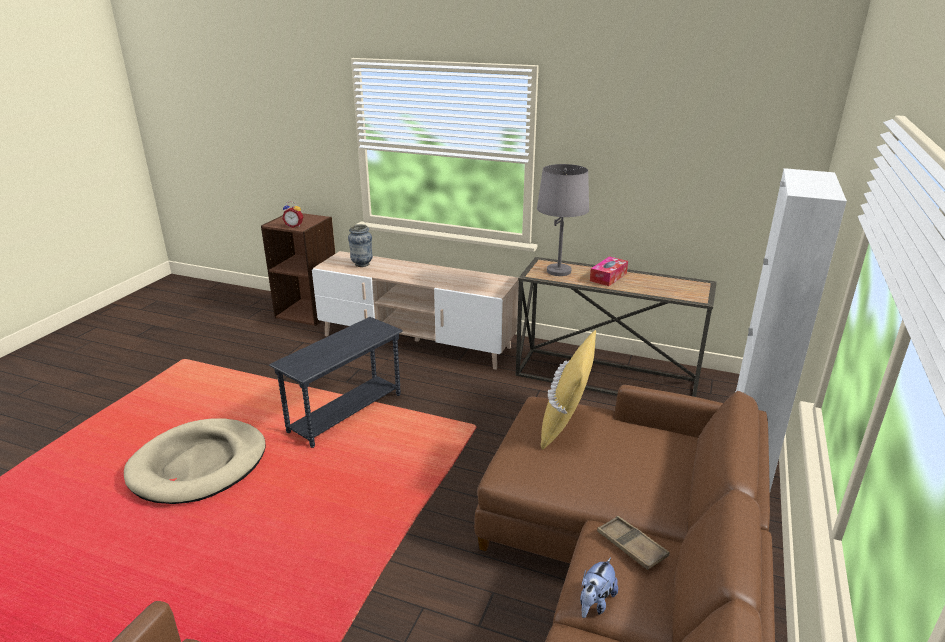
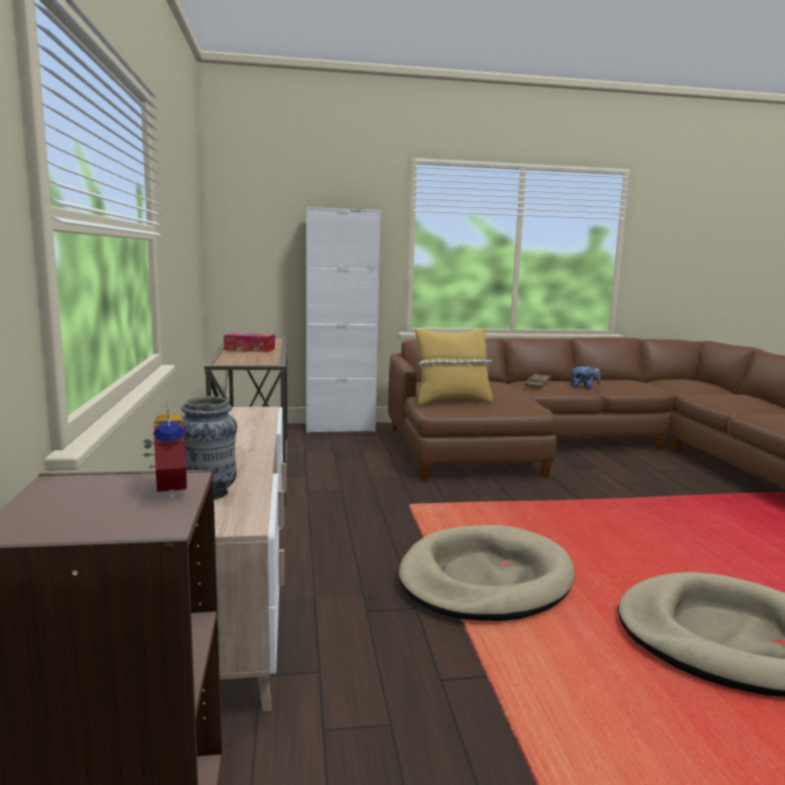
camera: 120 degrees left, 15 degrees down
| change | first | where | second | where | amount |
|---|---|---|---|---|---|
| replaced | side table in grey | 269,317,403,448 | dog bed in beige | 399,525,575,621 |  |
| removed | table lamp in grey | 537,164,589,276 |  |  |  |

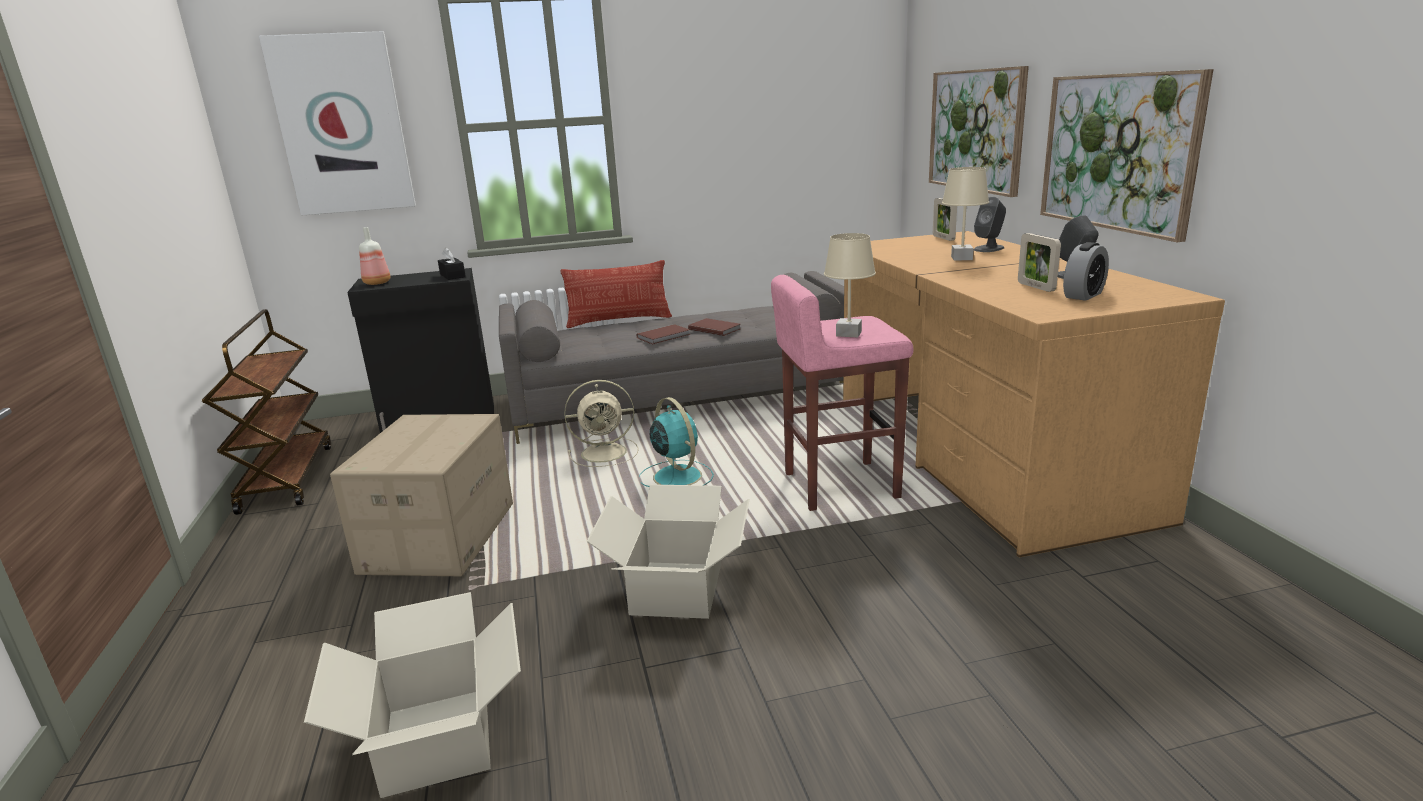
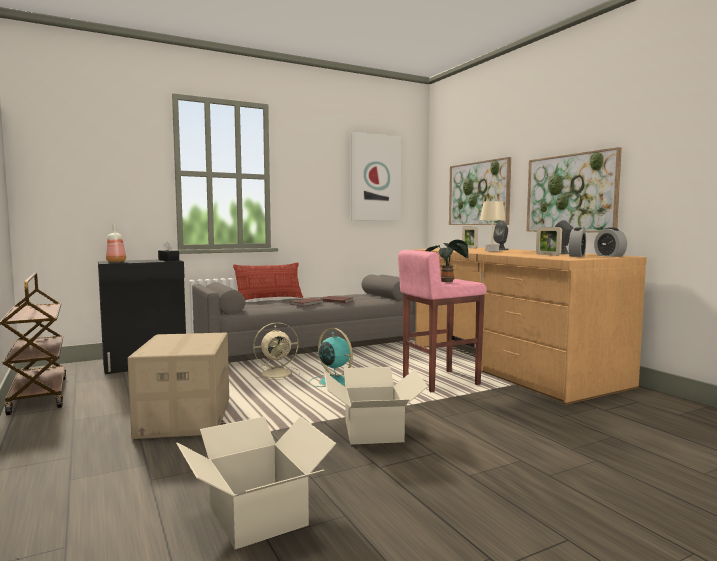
camera: 15 degrees left, 15 degrees down
| change | first | where | second | where | amount |
|---|---|---|---|---|---|
| moved | picture | 259,31,416,216 |  | 350,132,401,221 |  |
| replaced | table lamp in beige | 824,233,876,338 | potted plant | 425,240,468,282 |  |
| added |  |  | alarm clock | 594,227,627,257 |  |

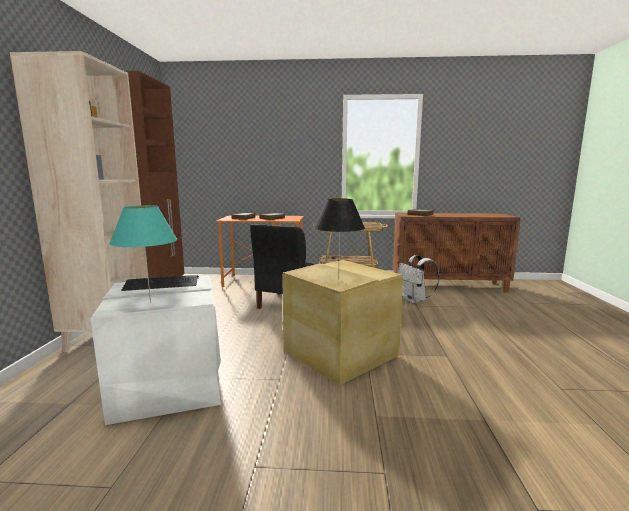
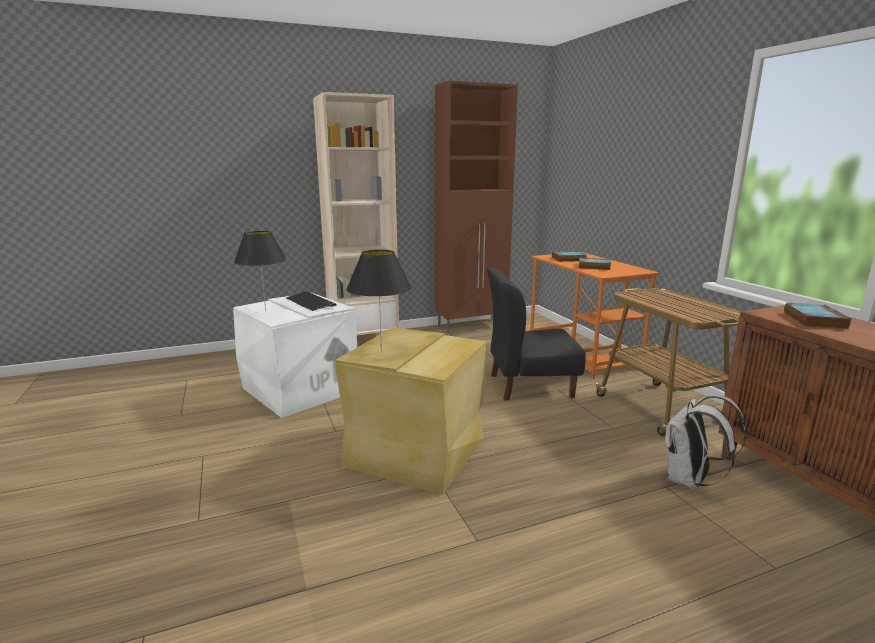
camera: 65 degrees right, 5 degrees up
| change | first | where | second | where | amount |
|---|---|---|---|---|---|
| recoloured | table lamp in turquoise | 109,205,177,303 | table lamp in black | 234,231,287,310 |  |

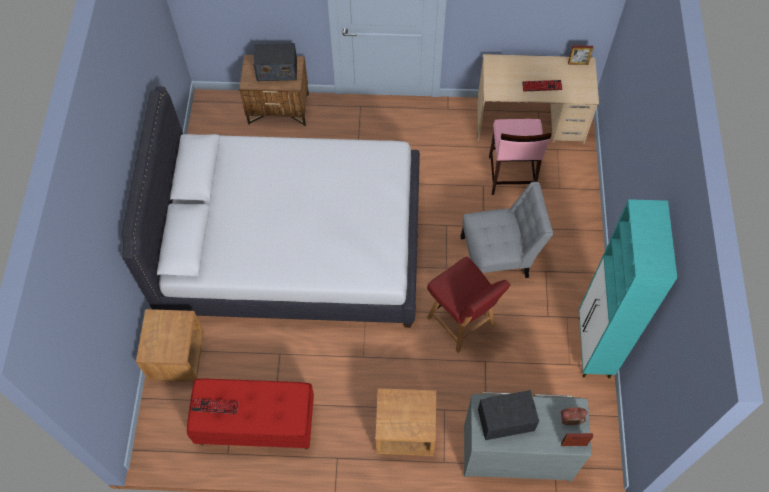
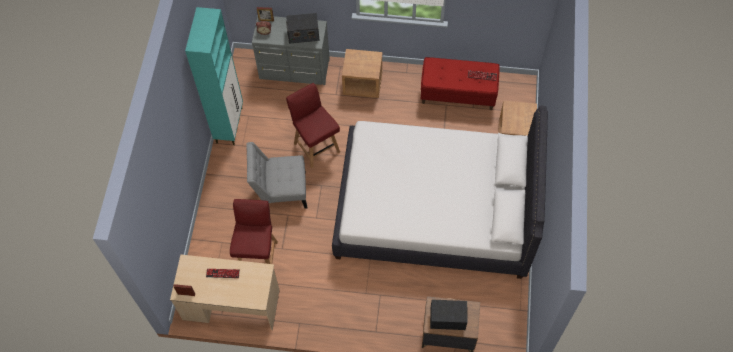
camera: 175 degrees left, 0 degrees up
| change | first | where | second | where | amount |
|---|---|---|---|---|---|
| replaced | stool in pink | 489,119,551,195 | chair in red | 230,199,278,264 |  |

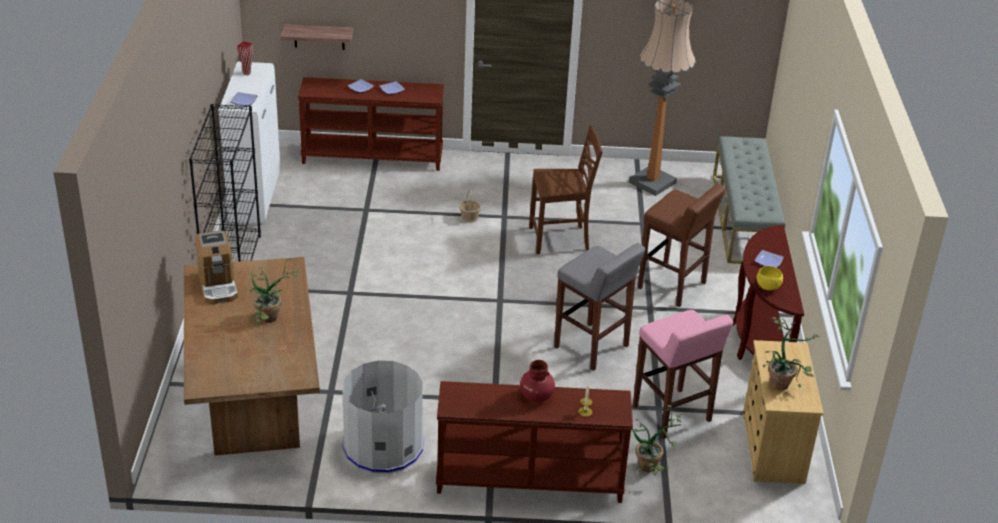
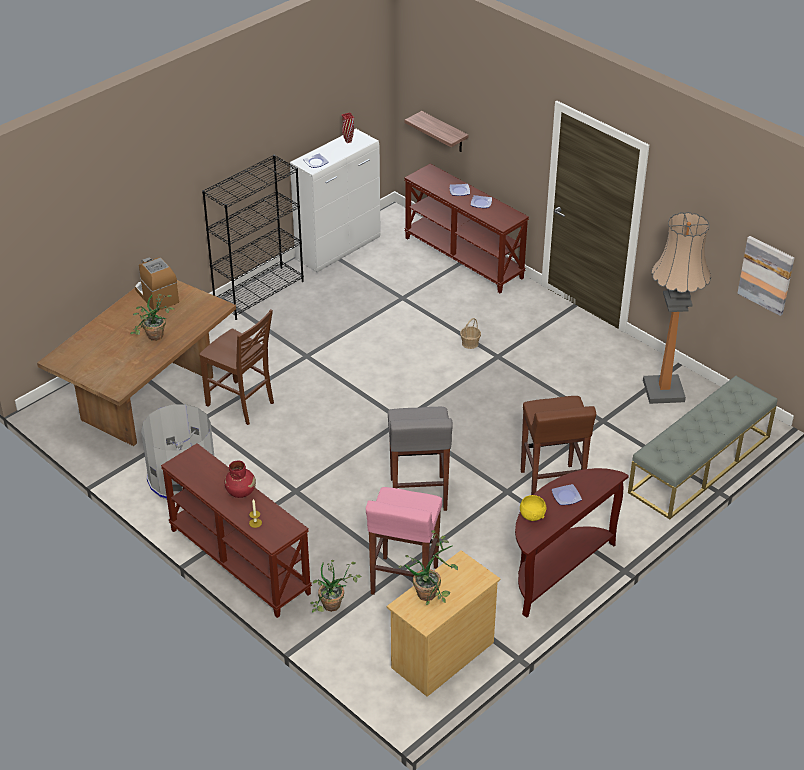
camera: 45 degrees right, 5 degrees up
| change | first | where | second | where | amount |
|---|---|---|---|---|---|
| turned | coffee machine | 195,230,238,304 |  | 135,257,179,310 | 120 degrees clockwise |
| moved | chair in brown | 529,125,603,254 |  | 199,309,274,425 |  |
| added |  |  | picture | 737,236,794,316 |  |

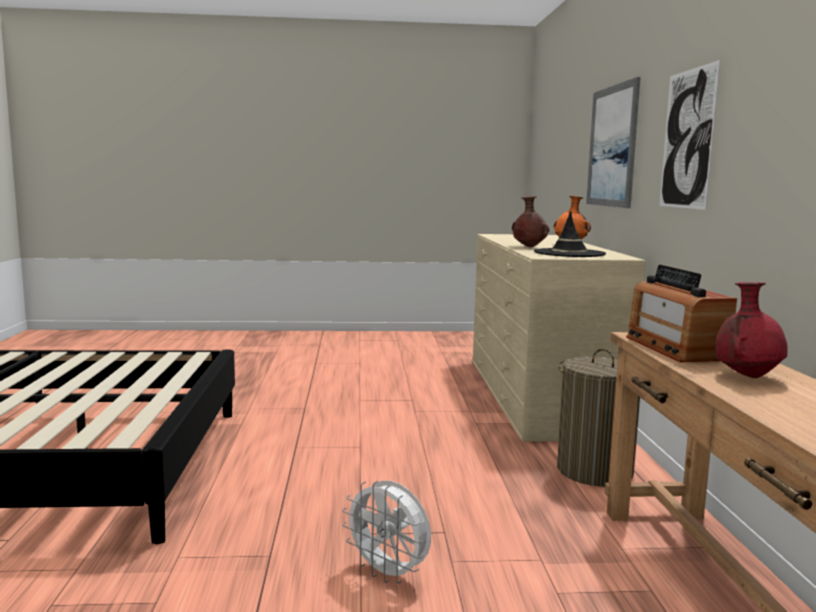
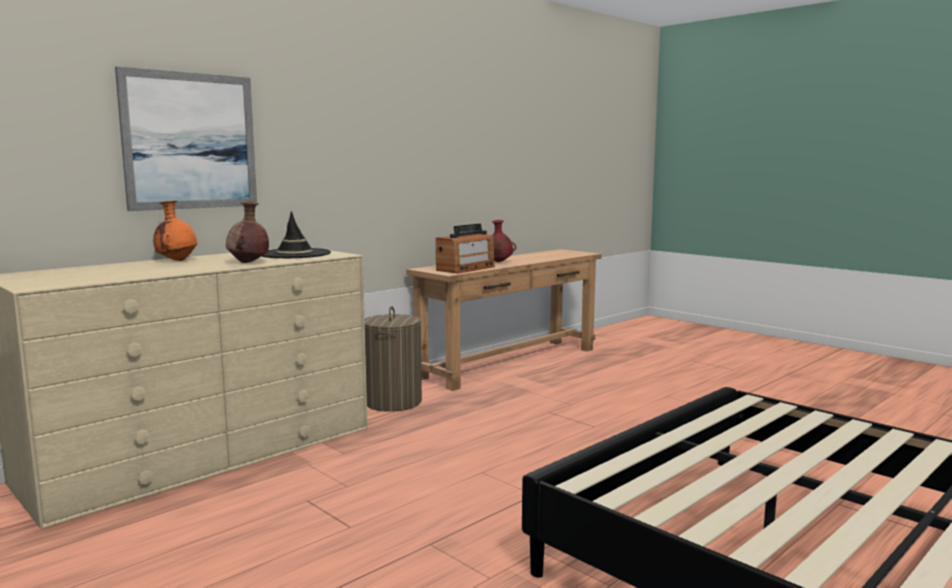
camera: 130 degrees left, 0 degrees up
| change | first | where | second | where | amount |
|---|---|---|---|---|---|
| removed | fan in white | 342,480,431,584 |  |  |  |
| removed | picture | 660,60,720,210 |  |  |  |

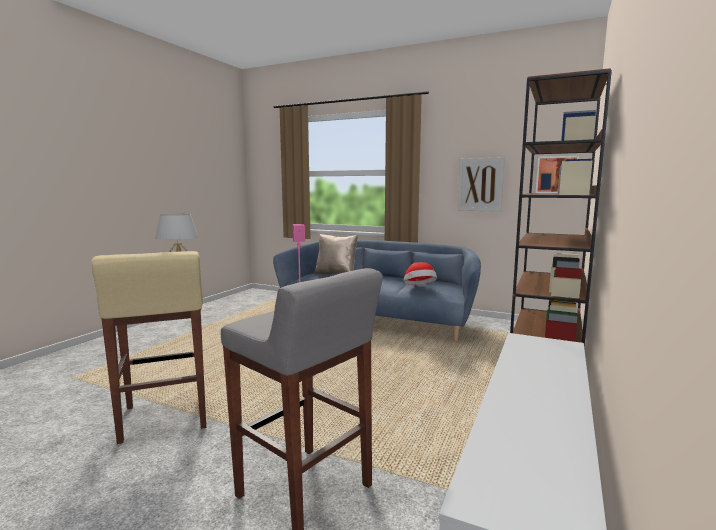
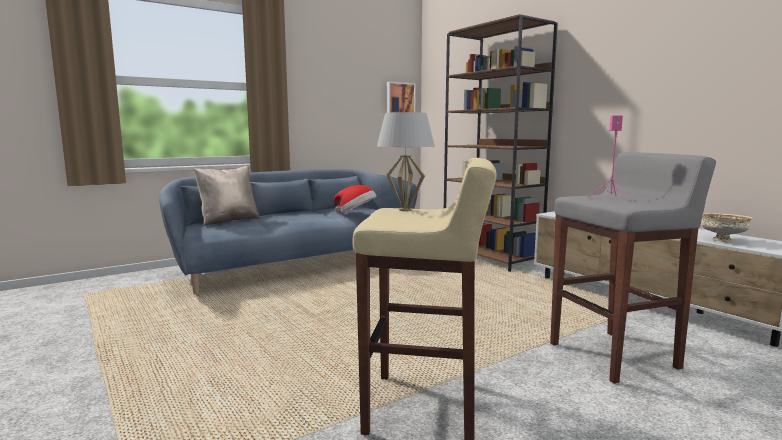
camera: 60 degrees left, 0 degrees up
| change | first | where | second | where | amount |
|---|---|---|---|---|---|
| removed | picture | 458,157,505,212 |  |  |  |
| added |  |  | bowl in beige | 701,213,753,242 |  |

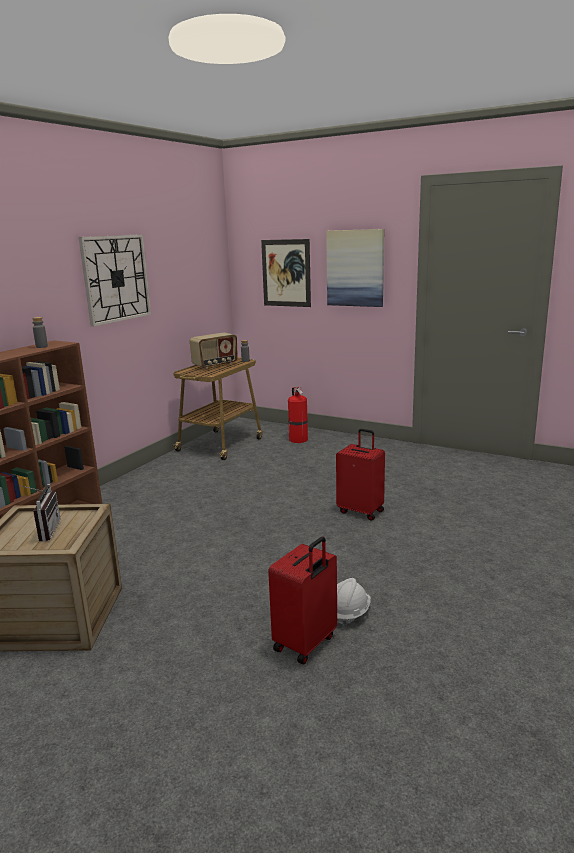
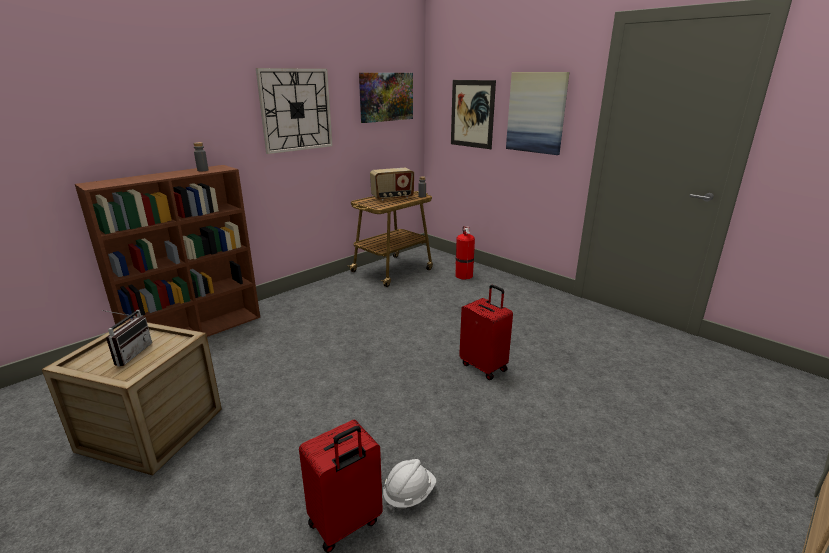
camera: 15 degrees right, 5 degrees up
| change | first | where | second | where | amount |
|---|---|---|---|---|---|
| added |  |  | picture | 359,73,413,123 |  |

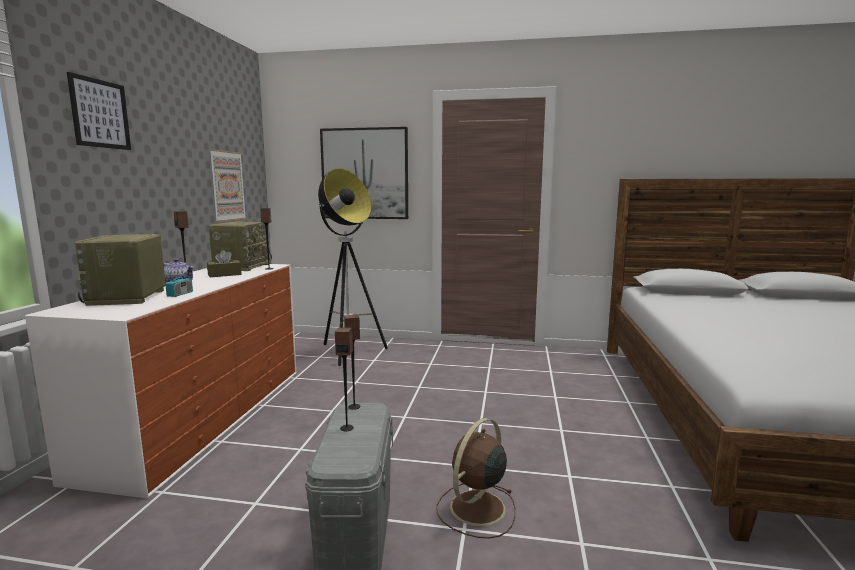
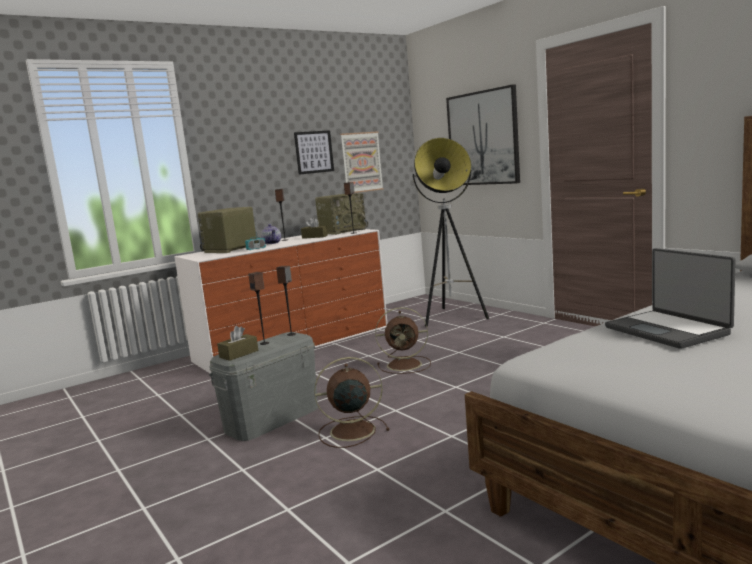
camera: 45 degrees right, 0 degrees up
| change | first | where | second | where | amount |
|---|---|---|---|---|---|
| moved | picture | 67,72,131,150 |  | 294,130,334,175 |  |
| added |  |  | tissue box in brown | 217,326,258,361 |  |
| added |  |  | fan in brown | 375,307,431,374 |  |
| added |  |  | laptop | 605,248,736,349 |  |

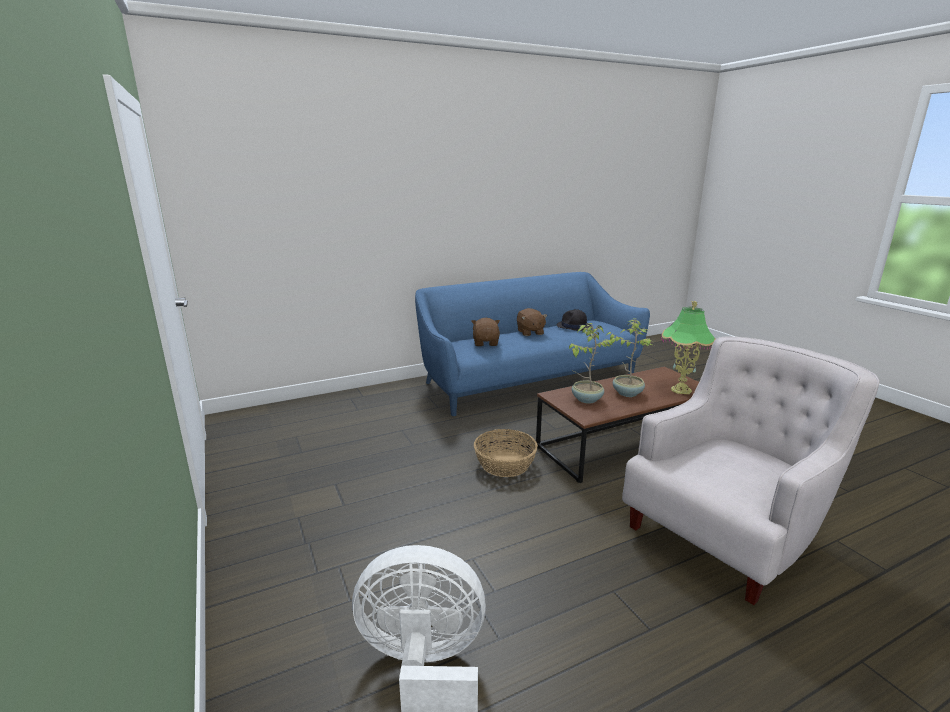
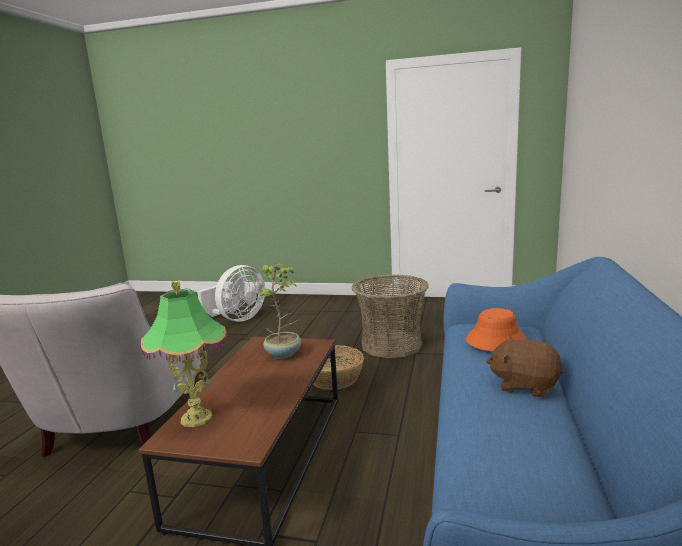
camera: 130 degrees right, 5 degrees down
| change | first | where | second | where | amount |
|---|---|---|---|---|---|
| replaced | plush toy in brown | 471,318,500,346 | hat in orange | 466,308,527,351 |  |
| removed | hat in black | 557,309,591,331 |  |  |  |
| removed | potted plant | 606,320,654,397 |  |  |  |
| added |  |  | basket | 352,274,429,358 |  |

